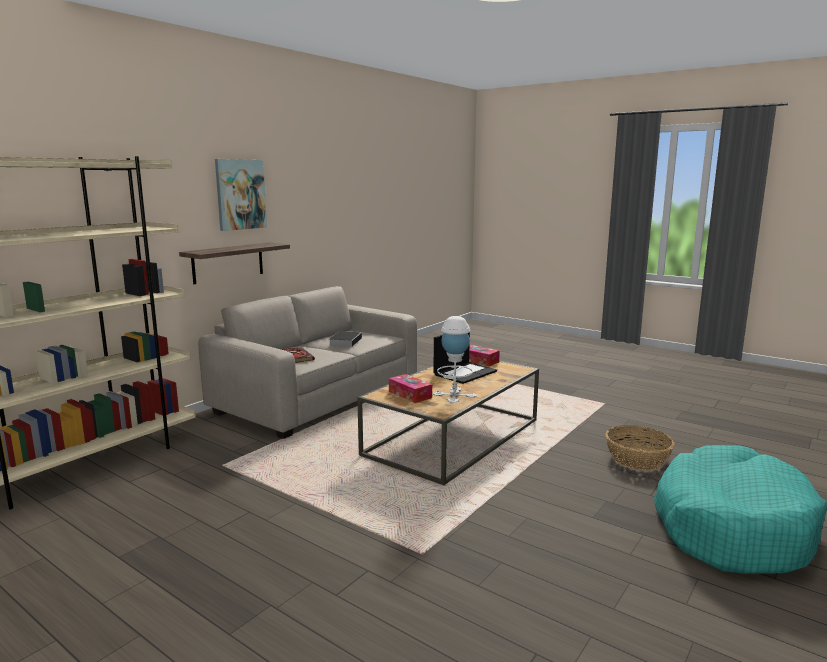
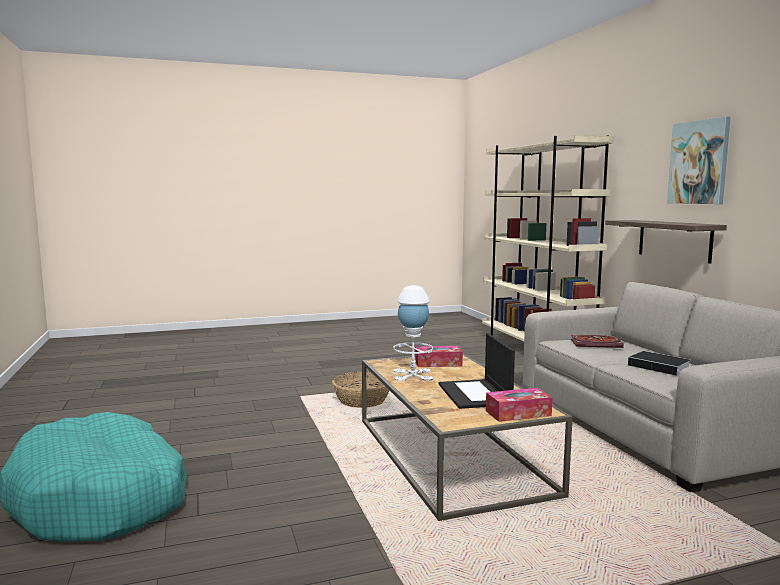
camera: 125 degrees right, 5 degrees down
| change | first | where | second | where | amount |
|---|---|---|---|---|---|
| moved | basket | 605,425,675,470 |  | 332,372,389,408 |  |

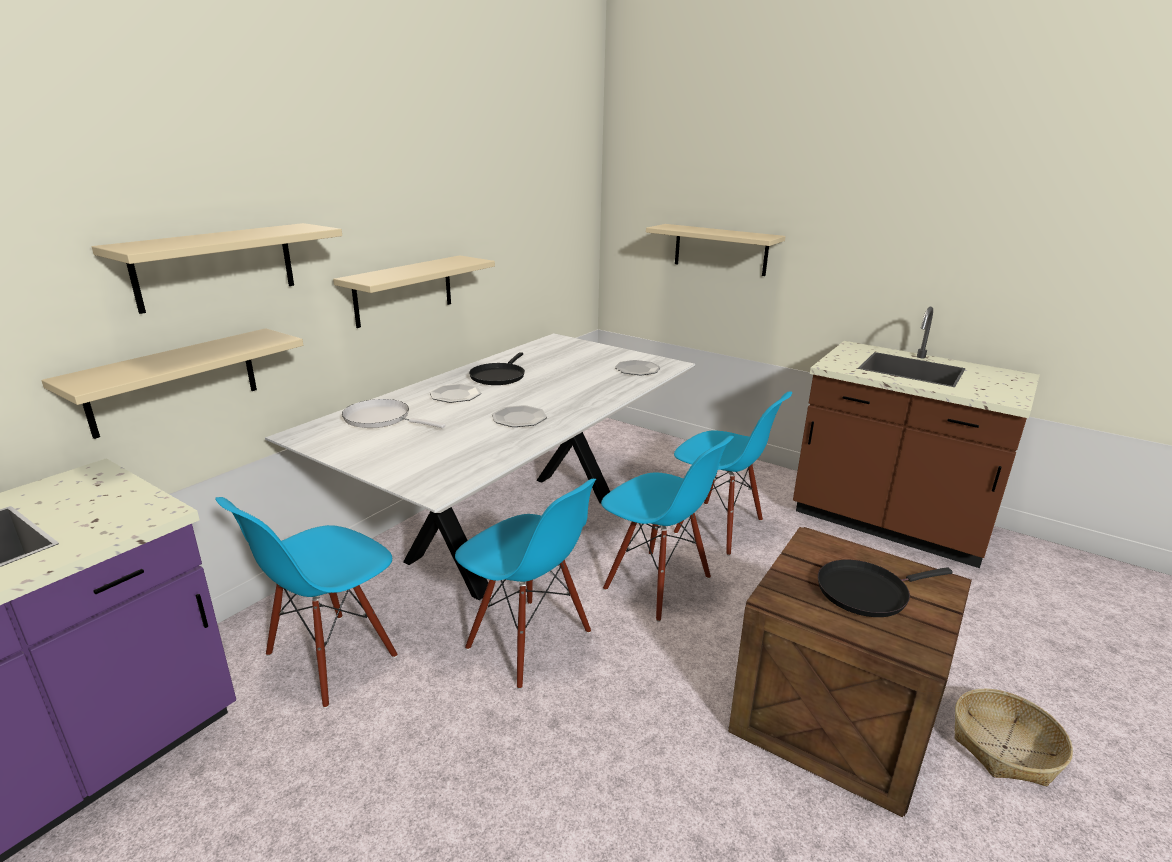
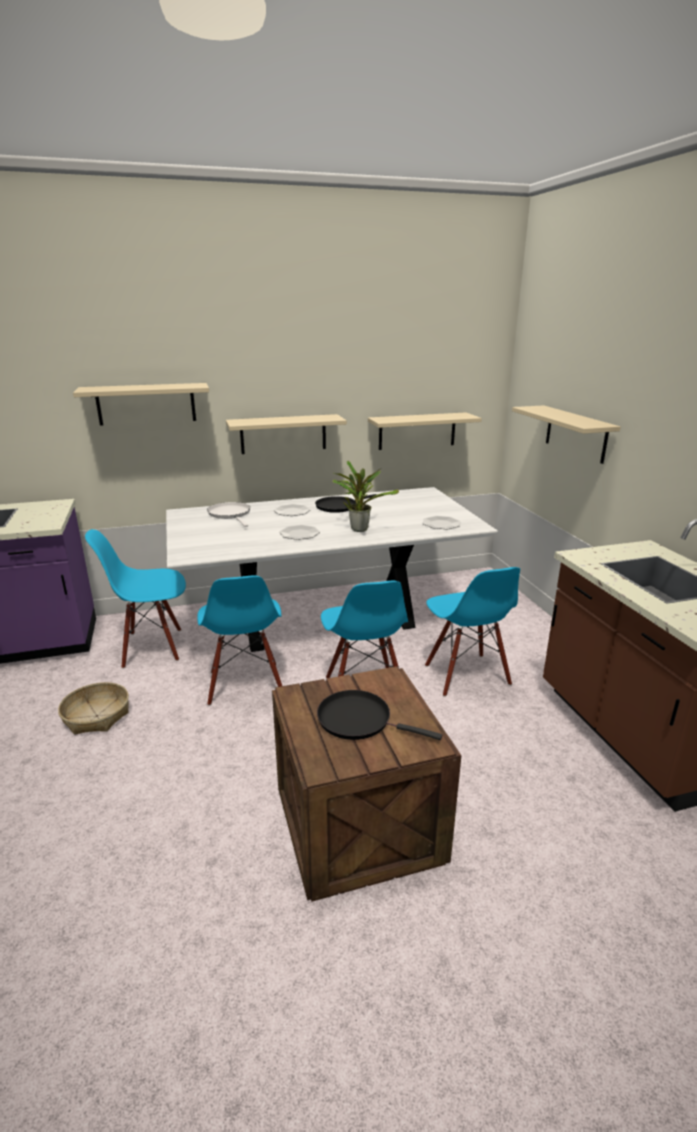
camera: 40 degrees right, 0 degrees up
| change | first | where | second | where | amount |
|---|---|---|---|---|---|
| moved | shelf in beige | 41,328,303,439 |  | 368,412,482,450 |  |
| moved | basket | 954,689,1073,786 |  | 58,682,129,735 |  |
| added |  |  | potted plant | 333,461,399,532 |  |

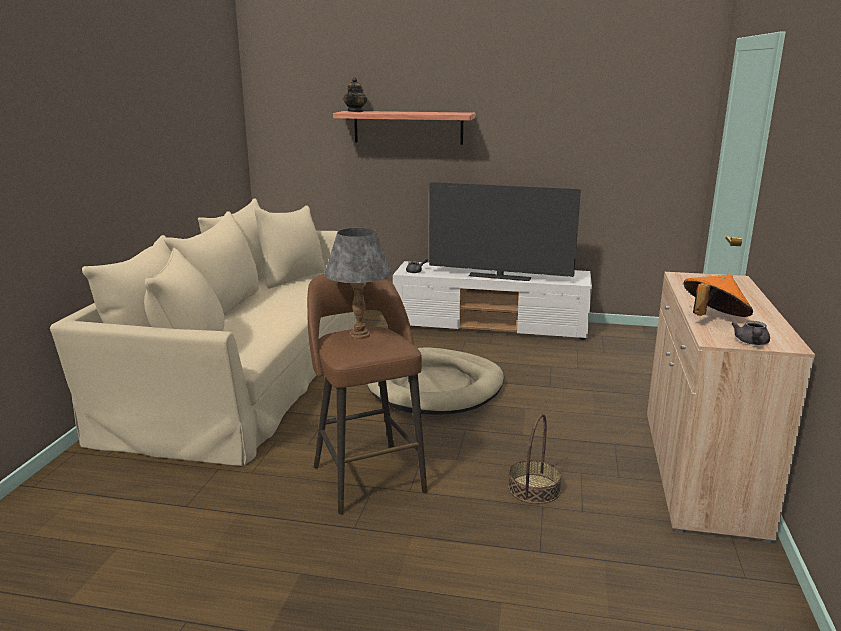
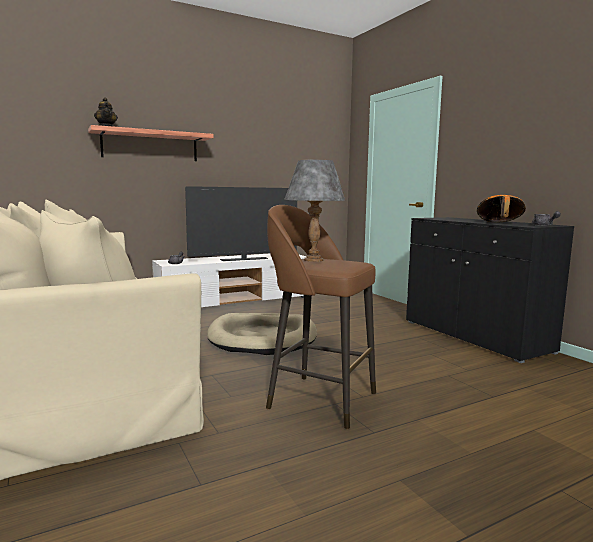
camera: 40 degrees left, 10 degrees down
| change | first | where | second | where | amount |
|---|---|---|---|---|---|
| removed | basket | 508,414,562,504 |  |  |  |
| recoloured | cabinet in beige | 647,272,815,543 | cabinet in black | 406,217,574,363 |  |

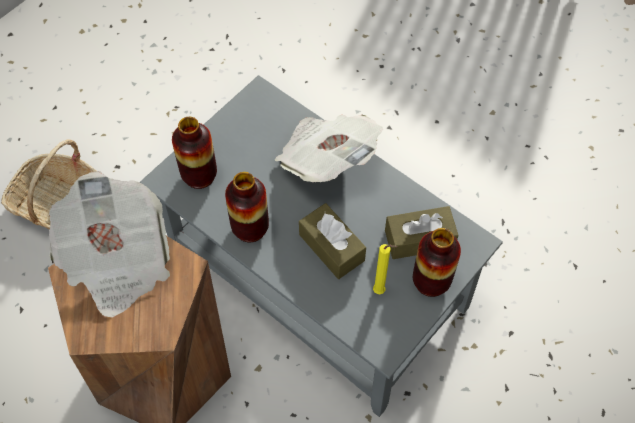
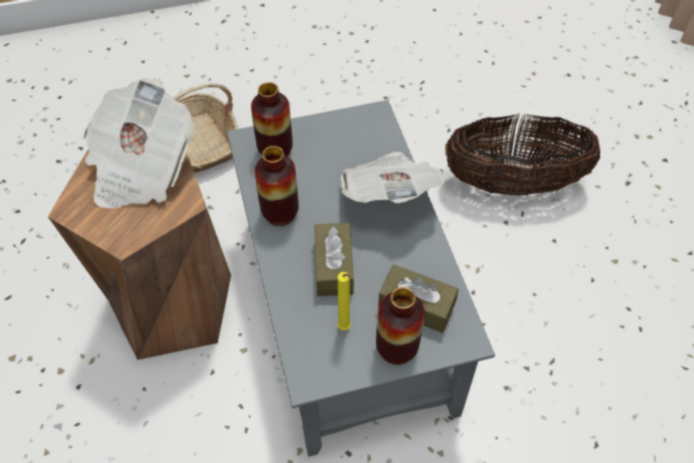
camera: 35 degrees right, 5 degrees down
| change | first | where | second | where | amount |
|---|---|---|---|---|---|
| added |  |  | basket | 445,114,600,196 |  |

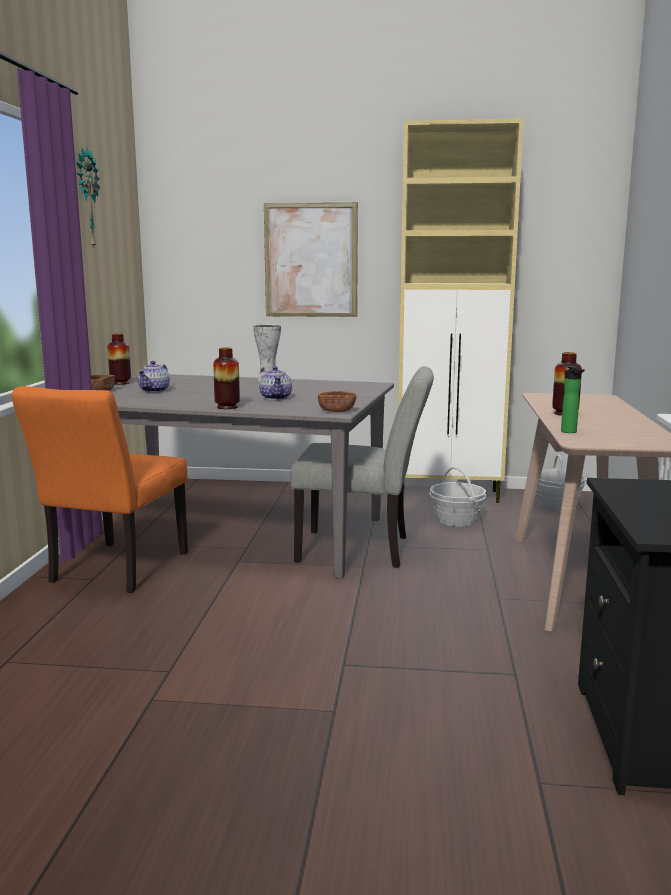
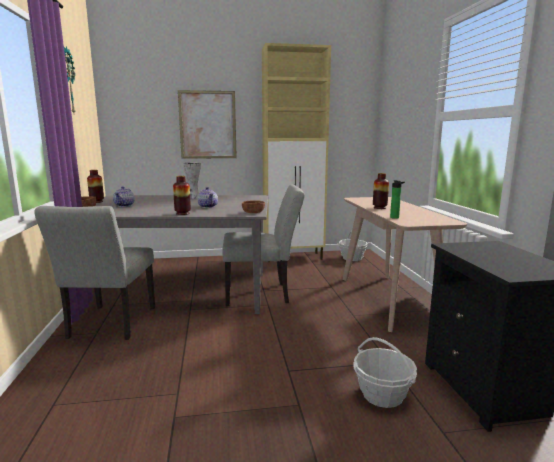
camera: 15 degrees left, 0 degrees up
| change | first | where | second | where | amount |
|---|---|---|---|---|---|
| recoloured | chair in orange | 11,386,188,593 | chair in grey | 34,206,155,340 |  |
| moved | basket | 429,466,486,527 |  | 353,337,417,408 |  |

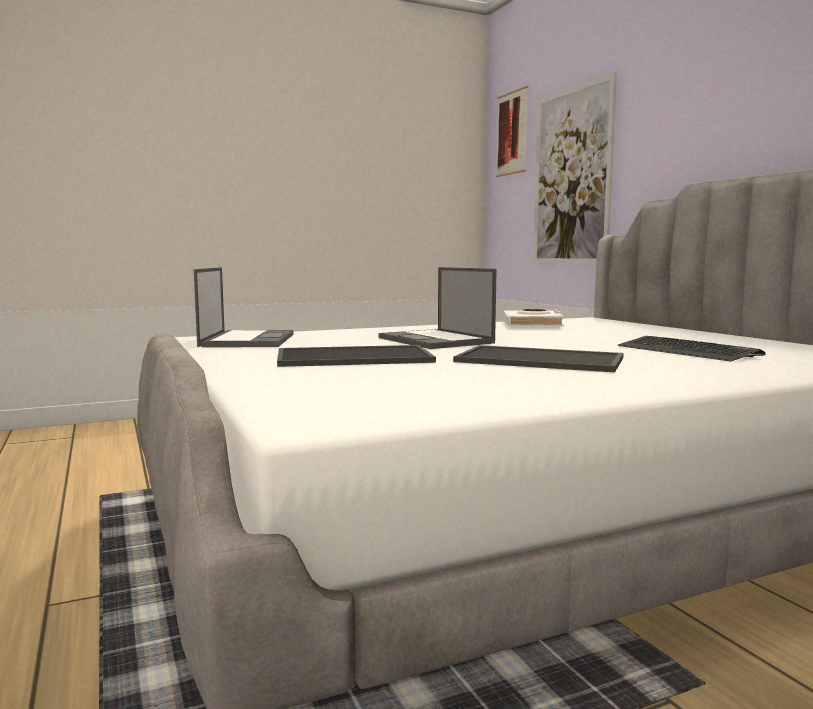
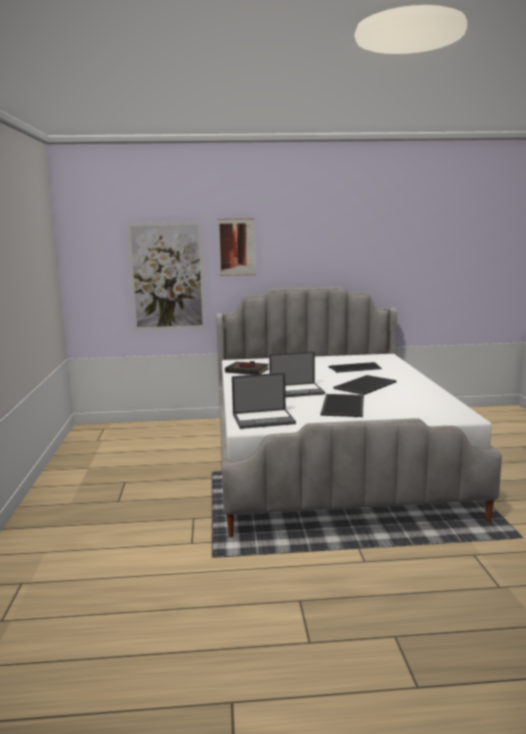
camera: 70 degrees left, 5 degrees up
| change | first | where | second | where | amount |
|---|---|---|---|---|---|
| turned | laptop | 194,267,294,347 |  | 232,373,296,429 | 150 degrees clockwise |
| moved | picture | 496,86,528,177 |  | 218,218,256,276 |  |
| recoloured | book in white | 502,309,564,327 | book in black | 225,361,269,375 |  |

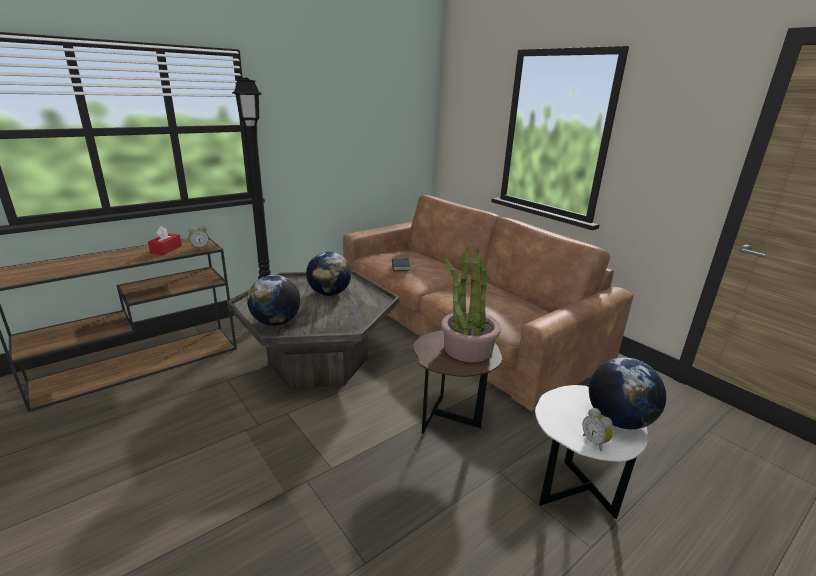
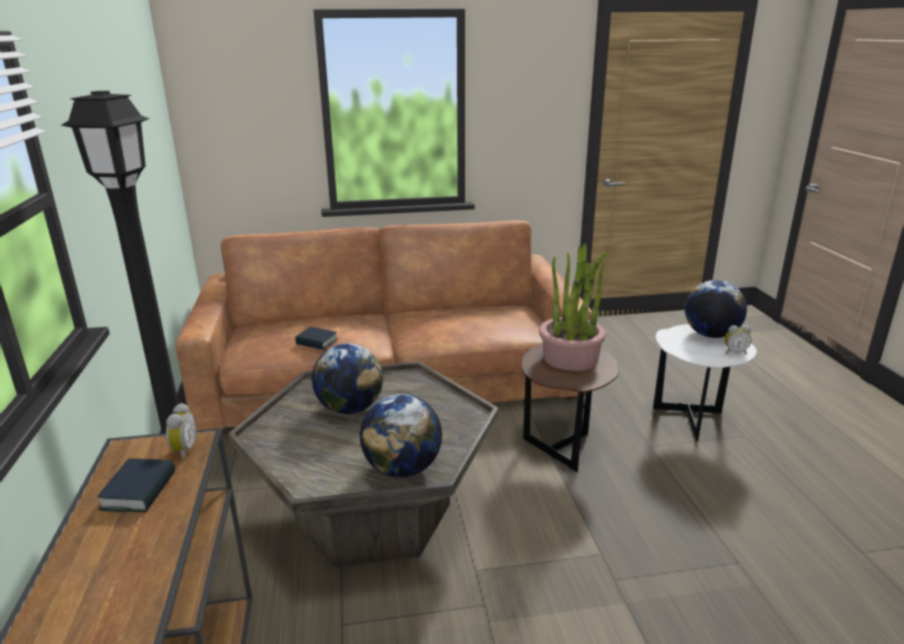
camera: 60 degrees left, 0 degrees up
| change | first | where | second | where | amount |
|---|---|---|---|---|---|
| replaced | tissue box in red | 148,226,182,255 | book | 97,459,175,512 |  |

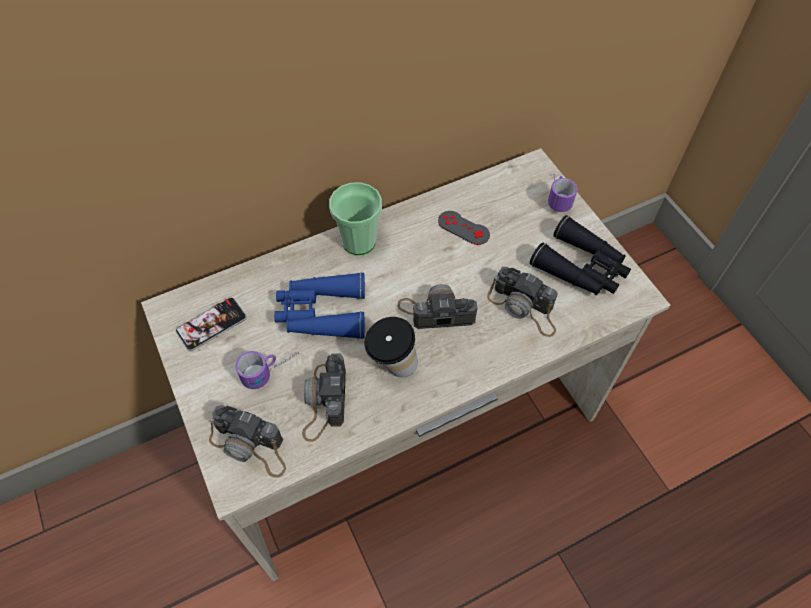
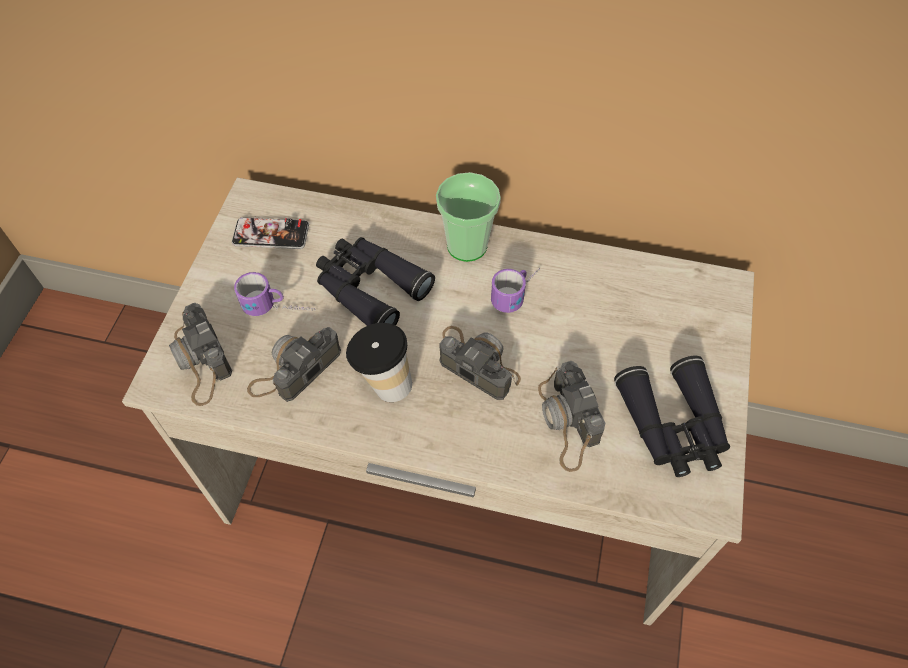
camera: 40 degrees right, 0 degrees up
| change | first | where | second | where | amount |
|---|---|---|---|---|---|
| recoloured | binoculars in blue | 274,272,365,339 | binoculars in black | 316,237,435,326 |  |
| removed | game controller in grey | 438,211,490,245 |  |  |  |
| moved | mug | 548,174,577,212 |  | 491,267,540,313 |  |

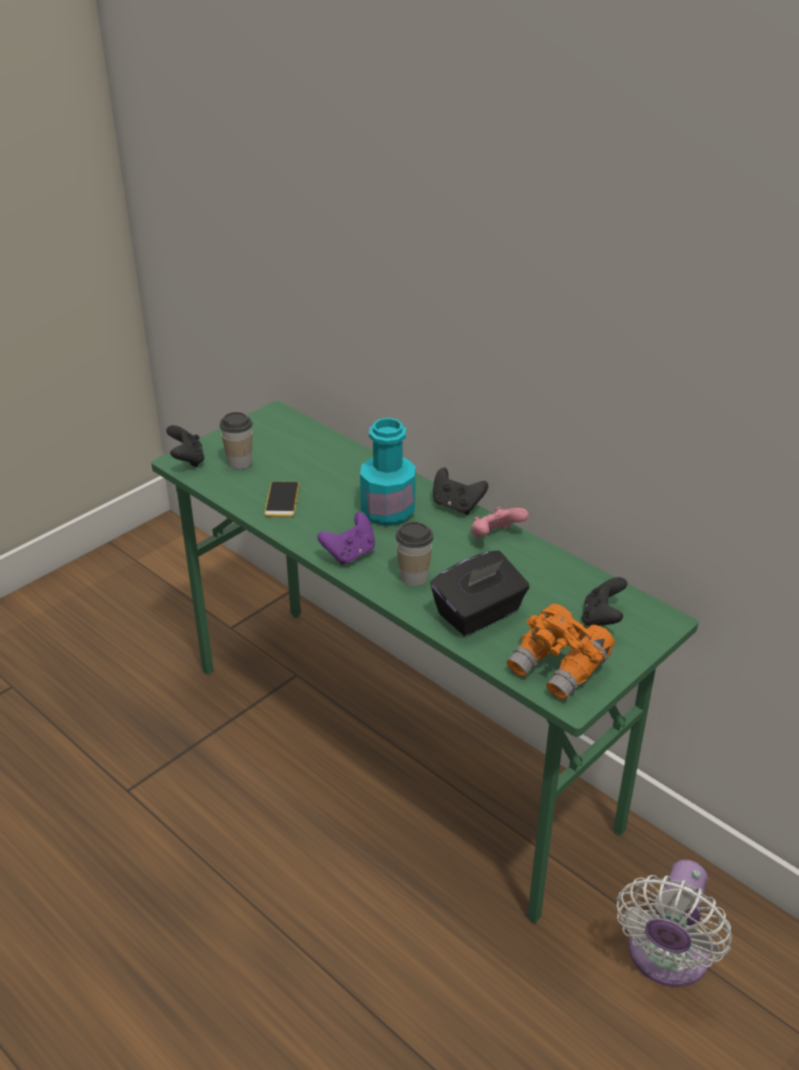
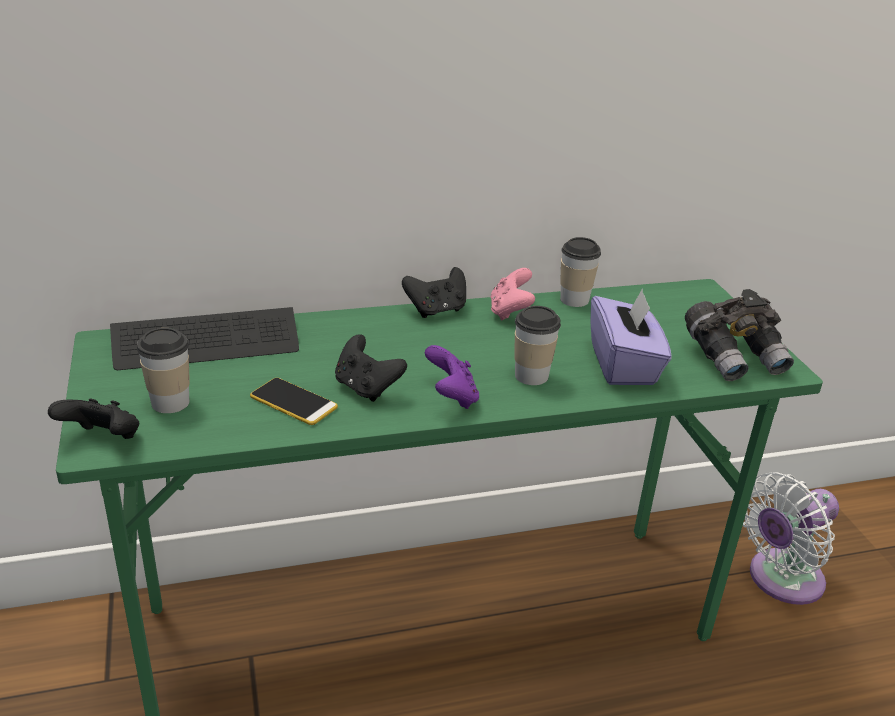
camera: 60 degrees left, 5 degrees down
| change | first | where | second | where | amount |
|---|---|---|---|---|---|
| removed | bottle in turquoise | 360,418,416,526 |  |  |  |
| recoloured | tissue box in black | 430,551,530,636 | tissue box in purple | 590,288,672,385 |  |
| recoloured | binoculars in orange | 507,604,615,700 | binoculars in grey | 685,289,794,381 |  |
| moved | game controller in black | 582,577,627,627 |  | 335,334,407,402 |  |
| turned | fan in white | 617,860,732,987 |  | 743,472,839,605 | 90 degrees clockwise |
| added |  |  | keyboard | 110,307,299,370 |  |
| added |  |  | cup | 560,237,601,307 |  |

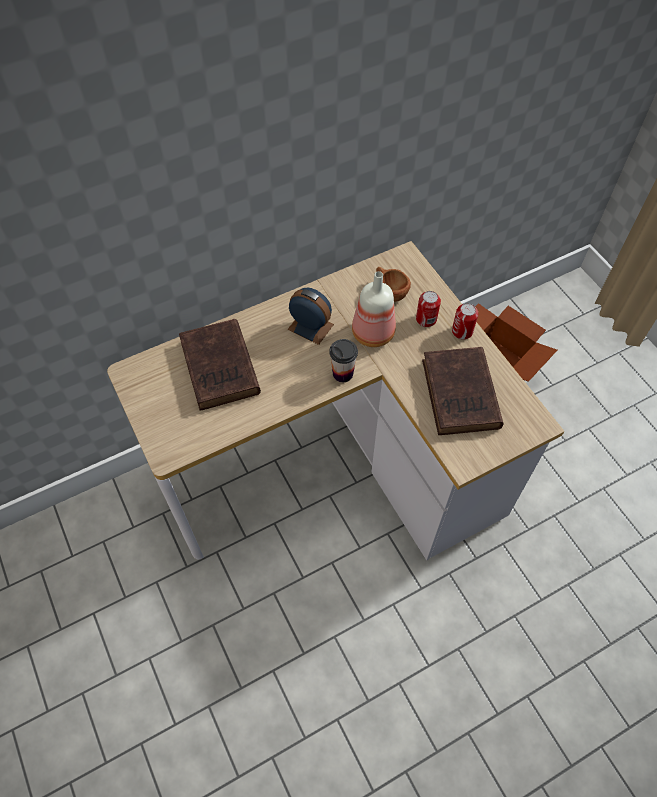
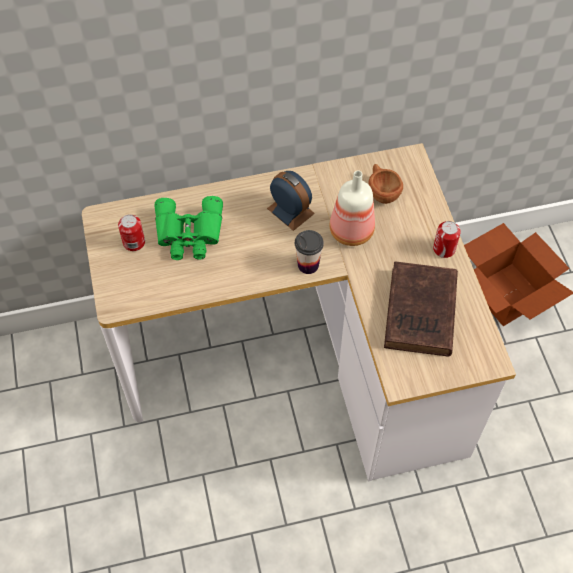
camera: 15 degrees right, 0 degrees up
| change | first | where | second | where | amount |
|---|---|---|---|---|---|
| replaced | book in brown | 179,319,261,411 | binoculars in green | 155,196,223,260 |  |
| moved | can | 416,291,441,327 |  | 118,215,145,251 |  |

